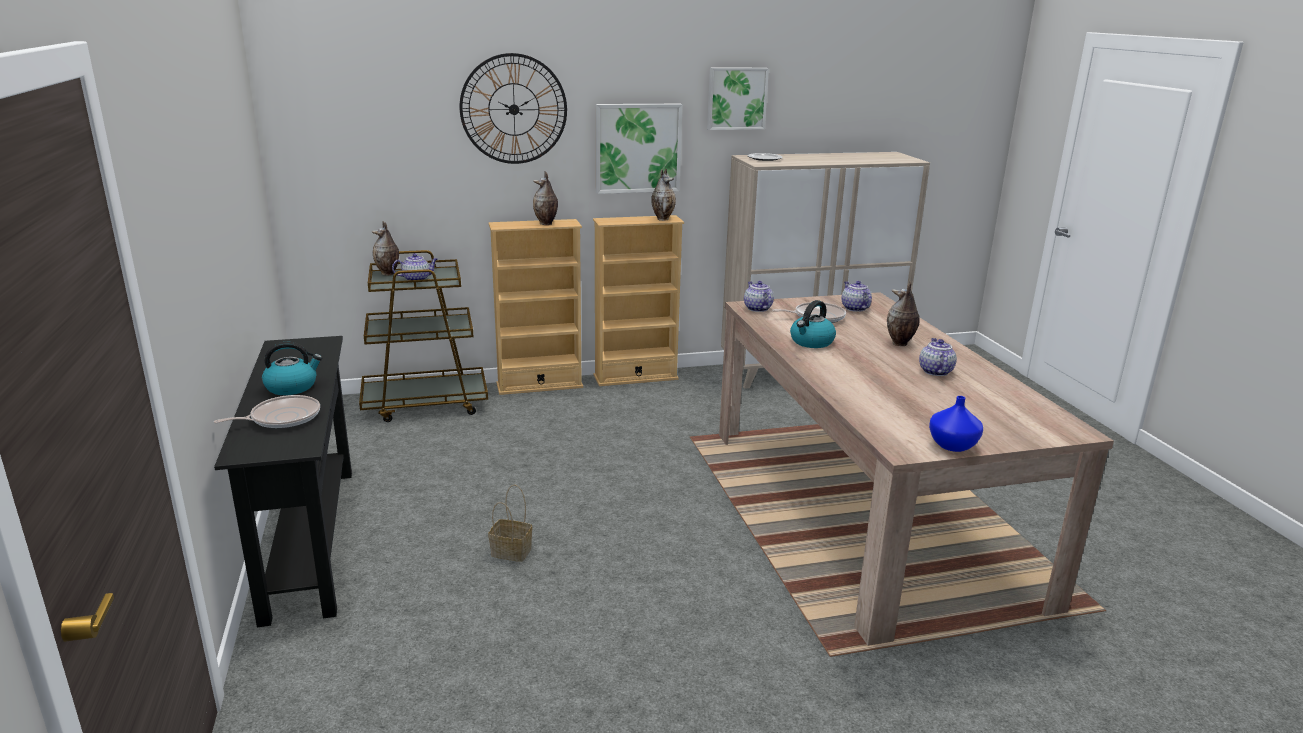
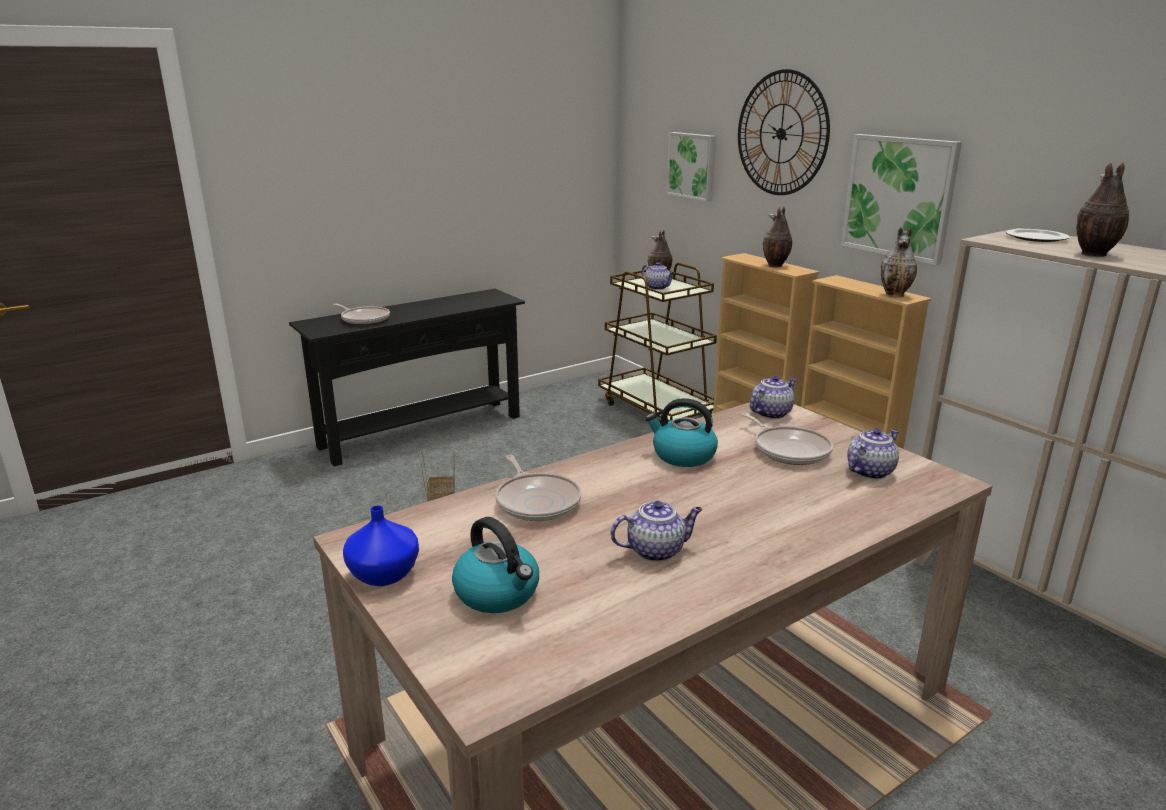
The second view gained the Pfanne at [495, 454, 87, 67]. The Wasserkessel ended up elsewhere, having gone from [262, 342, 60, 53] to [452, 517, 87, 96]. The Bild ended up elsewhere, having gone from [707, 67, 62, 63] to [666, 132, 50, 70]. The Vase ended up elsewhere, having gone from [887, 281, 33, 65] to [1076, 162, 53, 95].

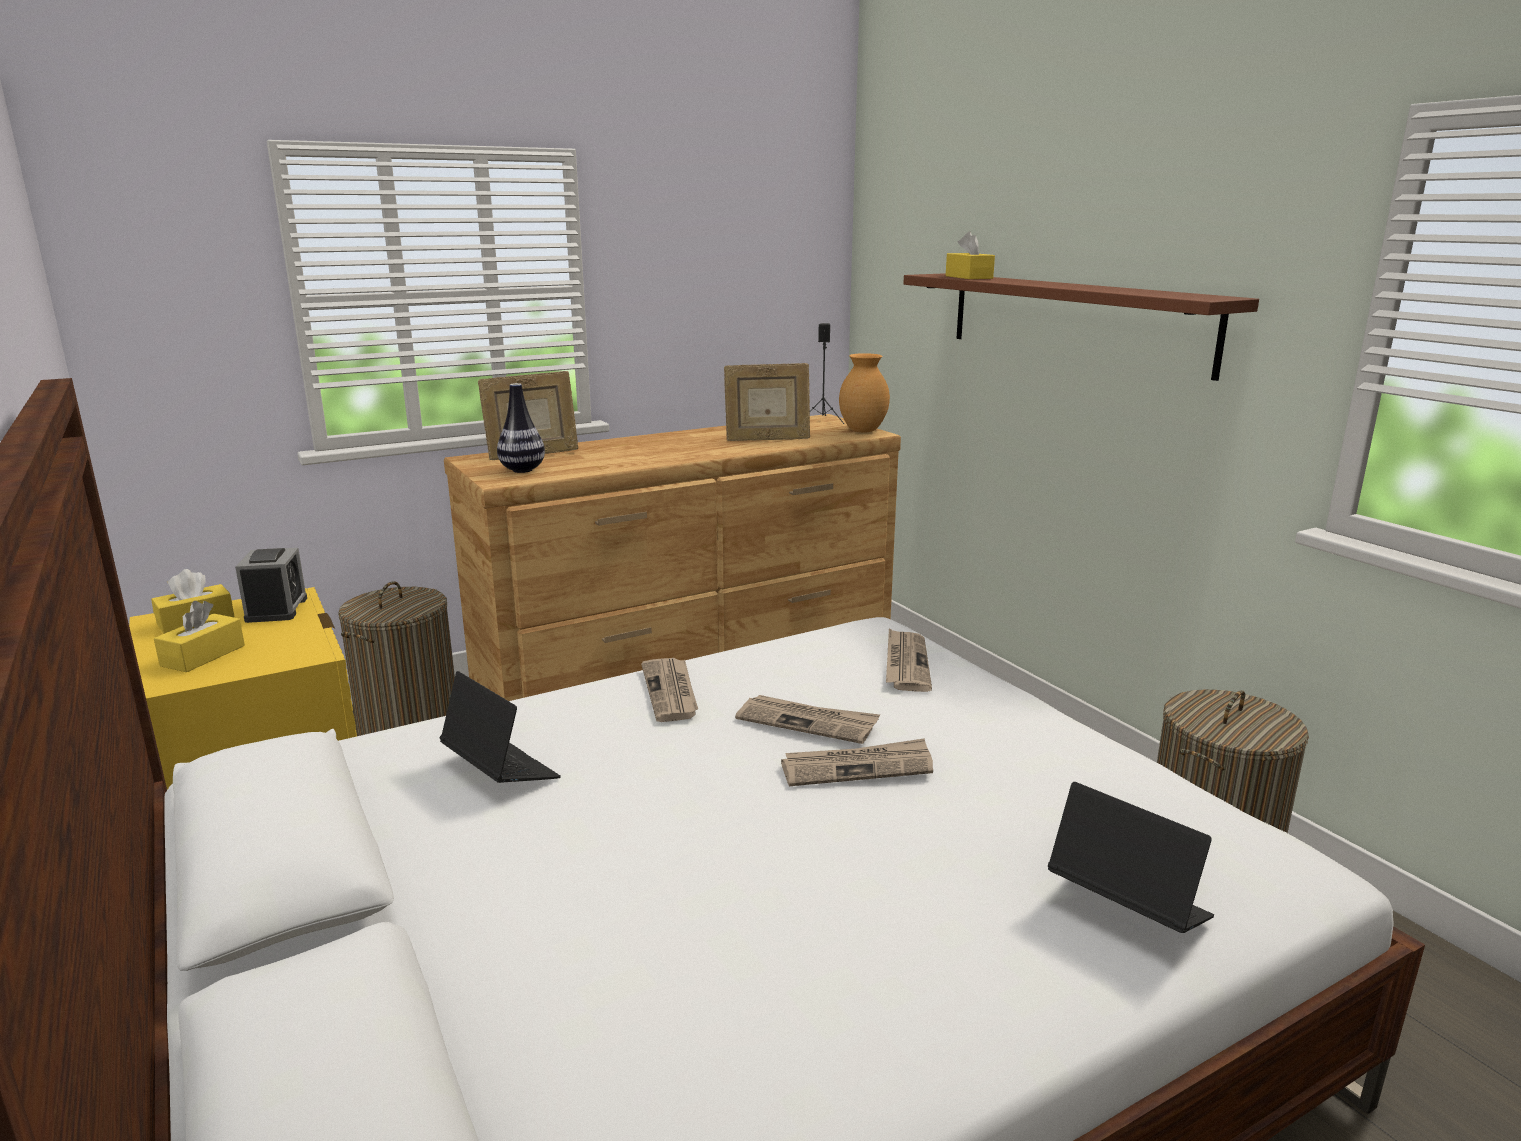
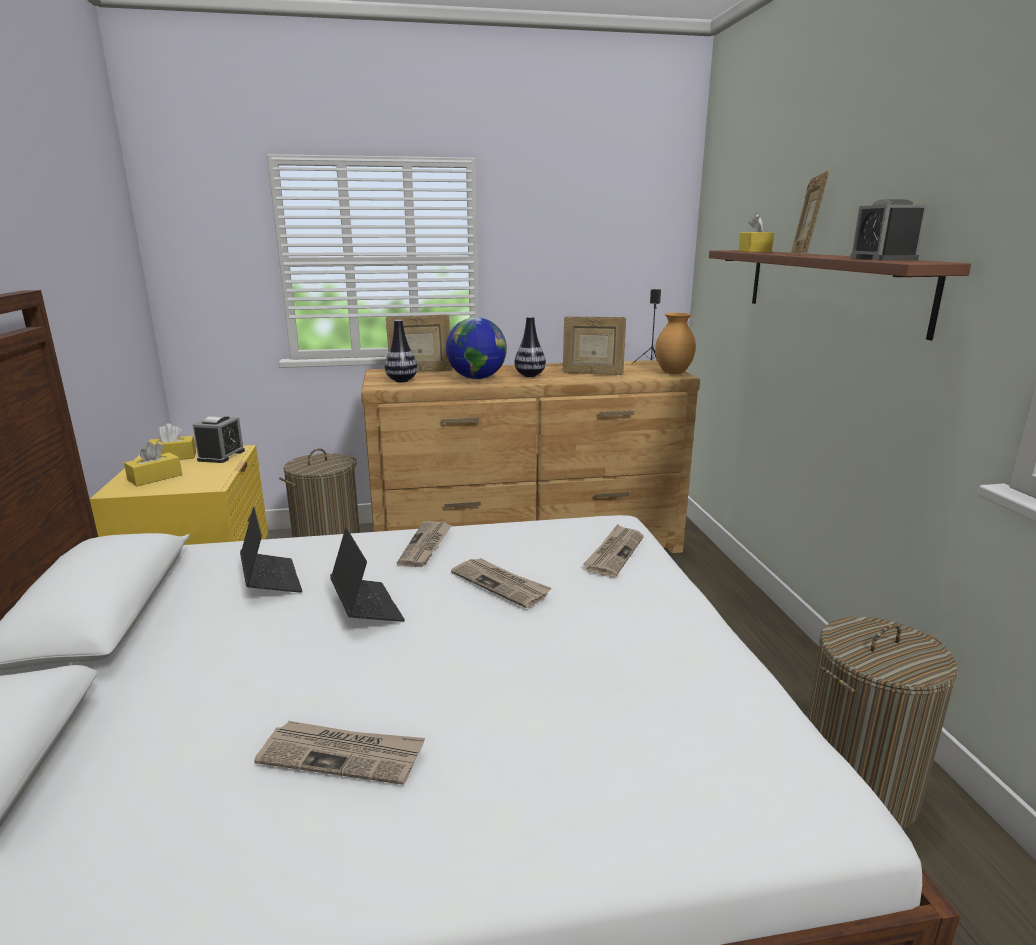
The second view gained the Globus at [446, 317, 61, 62]. The second view gained the Vase at [514, 316, 32, 61]. The second view gained the Bilderrahmen at [791, 170, 38, 83]. The second view gained the Wecker at [850, 199, 77, 62]. The Zeitung ended up elsewhere, having gone from [781, 738, 152, 48] to [254, 721, 171, 64]. The Laptop ended up elsewhere, having gone from [1048, 782, 166, 151] to [330, 528, 75, 94].

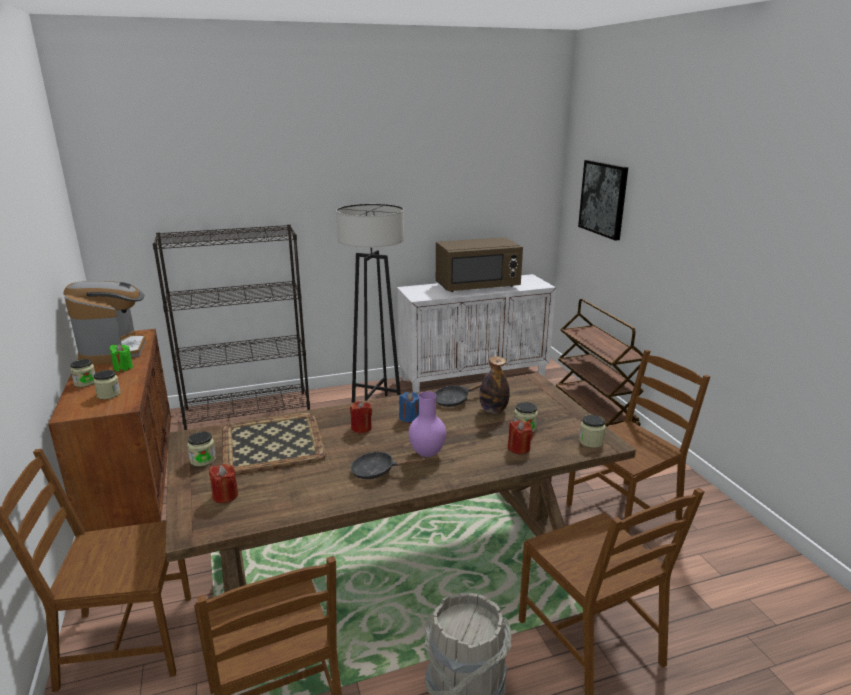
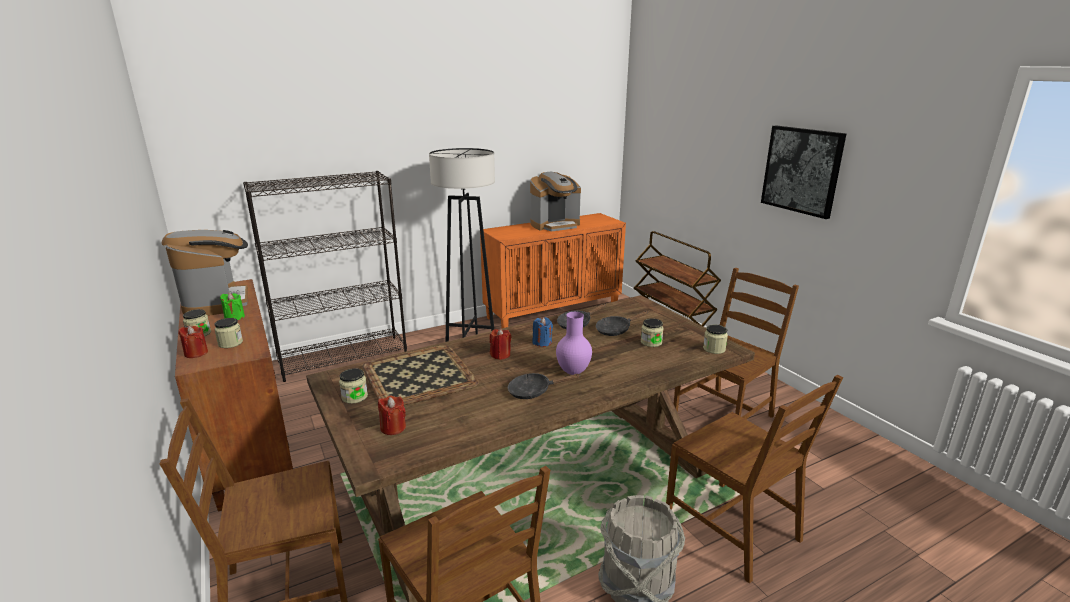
The Kerze/rot ended up elsewhere, having gone from [508, 420, 25, 34] to [178, 326, 30, 32]. The Bild ended up elsewhere, having gone from [578, 160, 50, 81] to [761, 125, 85, 94]. Where the Mikrowelle/braun stood at [436, 237, 87, 55], the Kaffeemaschine came to stand at [530, 172, 51, 60]. Where the Flasche stood at [479, 356, 31, 58], the Pfanne/schwarz came to stand at [596, 311, 52, 25]. What was the Schrank/weiß at [397, 274, 159, 118] turned into the Schrank/orange at [480, 213, 146, 115].

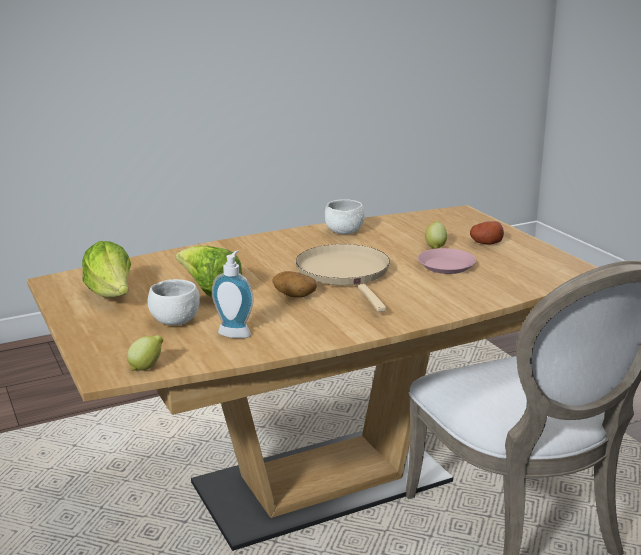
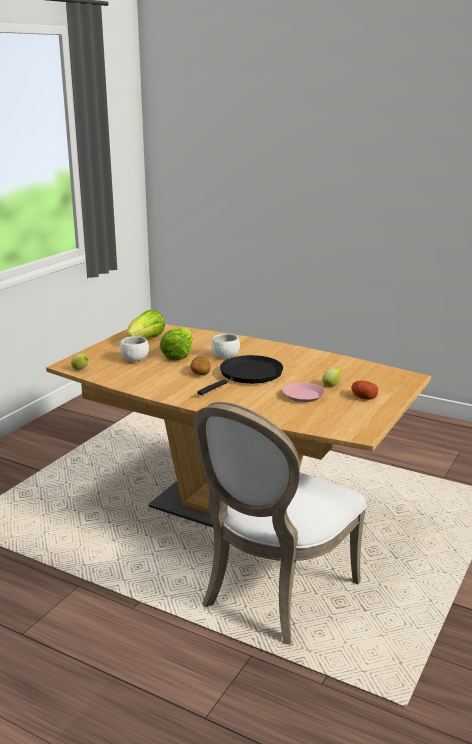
The second view lost the Seifenspender at [212, 250, 42, 88]. The Schüssel/weiß ended up elsewhere, having gone from [325, 199, 40, 35] to [211, 334, 29, 25]. What was the Pfanne/beige at [296, 244, 94, 68] turned into the Pfanne/schwarz at [197, 355, 86, 40].

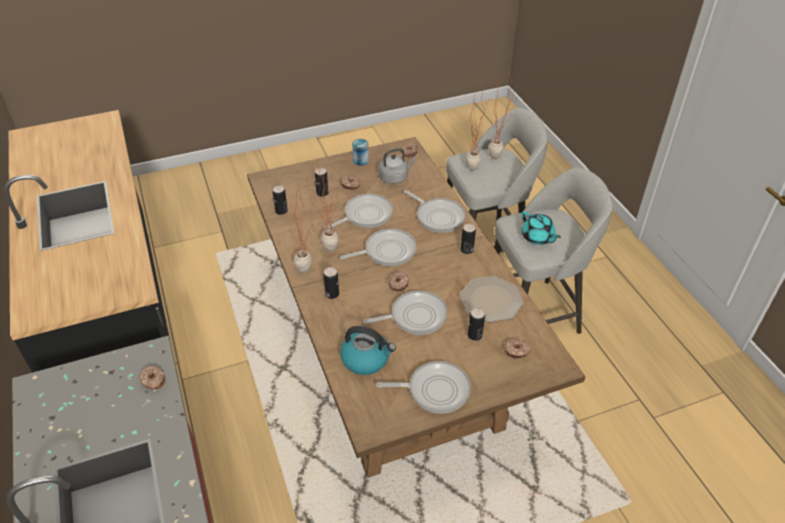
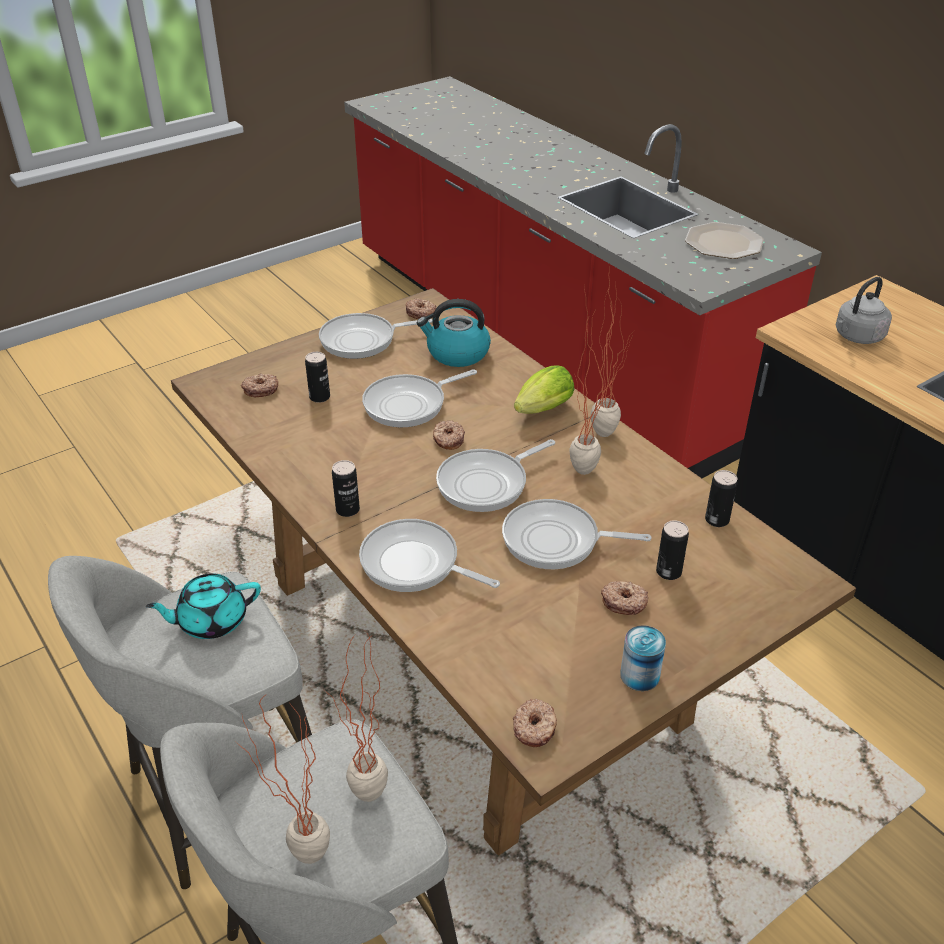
The Donut ended up elsewhere, having gone from [139, 366, 26, 23] to [406, 298, 30, 21]. The Wasserkessel/grau ended up elsewhere, having gone from [379, 148, 37, 36] to [836, 277, 56, 67]. The Teller ended up elsewhere, having gone from [460, 276, 64, 46] to [685, 222, 79, 37]. Where the Dose stood at [323, 267, 16, 32], the Salatkopf came to stand at [514, 365, 60, 49]. The Pfanne at [326, 194, 67, 35] ended up facing another way, 60 degrees clockwise from before. The Teekanne/türkis at [522, 211, 39, 34] ended up facing another way, 60 degrees counterclockwise from before.

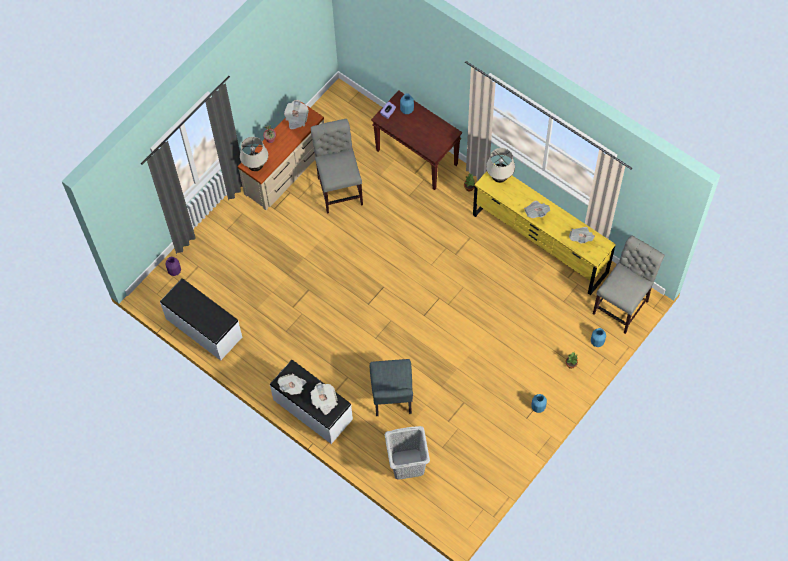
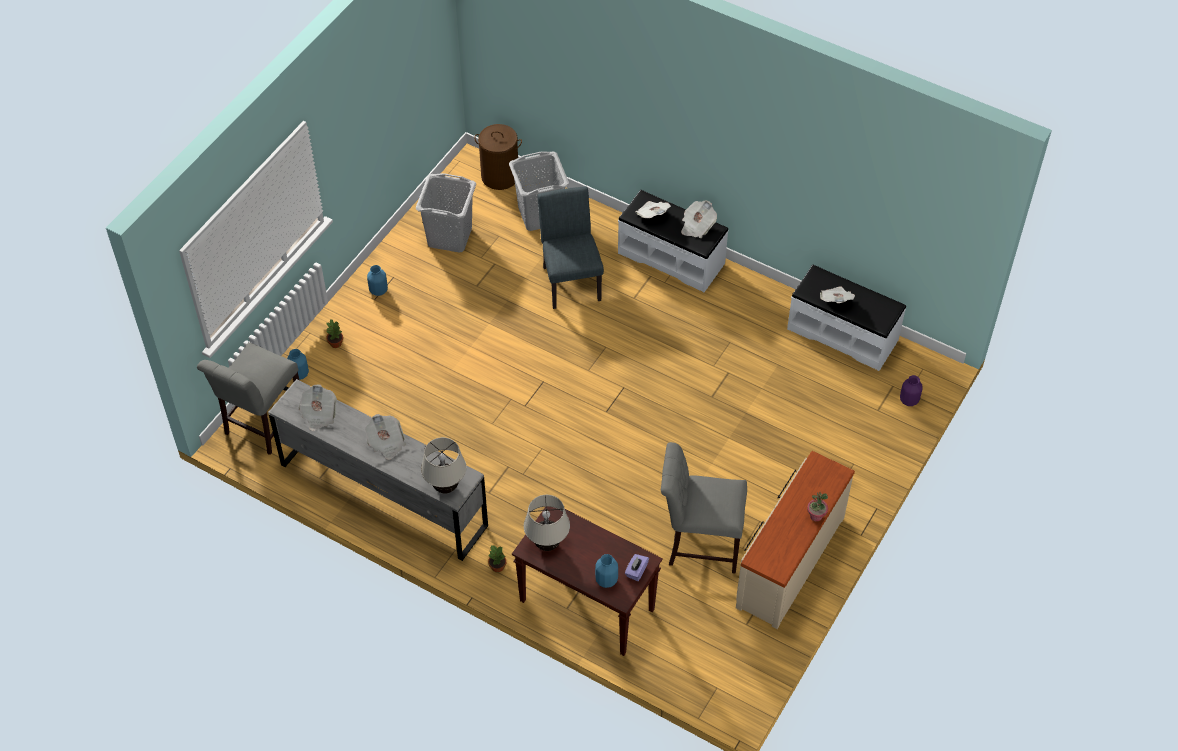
The second view gained the Wäschekorb/grau at [416, 173, 60, 80]. The second view gained the Wäschekorb/braun at [474, 124, 48, 66]. The Tischlampe/beige ended up elsewhere, having gone from [240, 137, 28, 34] to [524, 495, 46, 56]. The Zeitung ended up elsewhere, having gone from [284, 100, 25, 29] to [820, 286, 35, 17]. What was the Kommode/gelb at [473, 164, 143, 131] turned into the Kommode/grau at [268, 379, 220, 182]. The Stuhl/grau at [311, 119, 52, 94] ended up facing another way, 120 degrees clockwise from before.

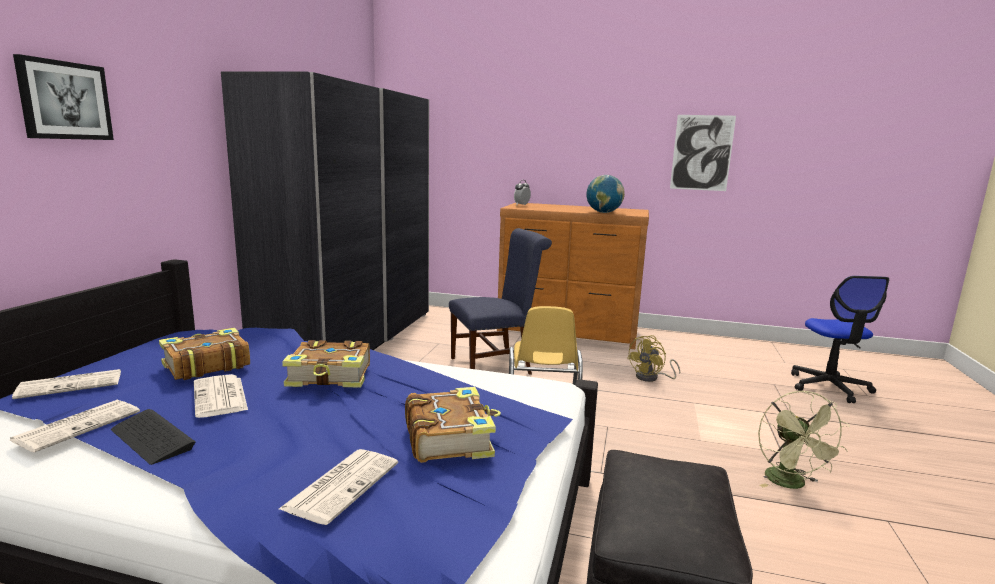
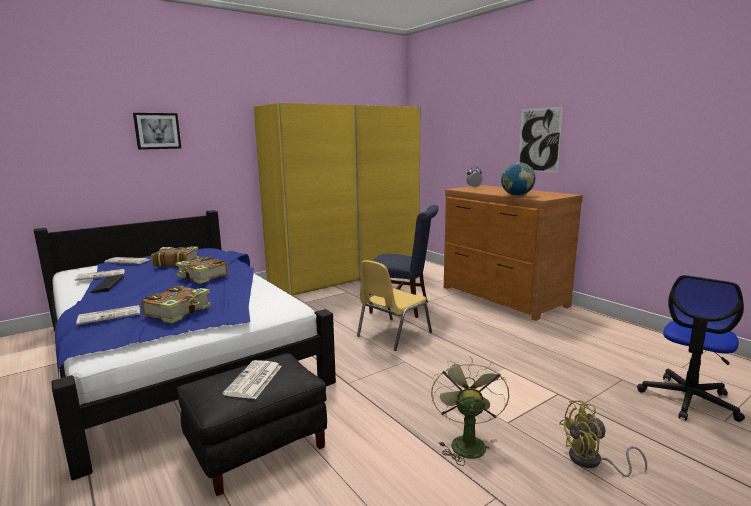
The Zeitung ended up elsewhere, having gone from [194, 374, 54, 44] to [223, 360, 59, 39]. The Ventilator/gelb ended up elsewhere, having gone from [627, 335, 53, 47] to [559, 400, 88, 77]. The Bild ended up elsewhere, having gone from [670, 115, 66, 76] to [519, 107, 44, 66]. What was the Kleiderschrank/grau at [221, 71, 208, 279] turned into the Kleiderschrank/gelb at [254, 103, 167, 193]. The Ventilator/grün at [758, 391, 92, 98] ended up facing another way, 150 degrees clockwise from before.

